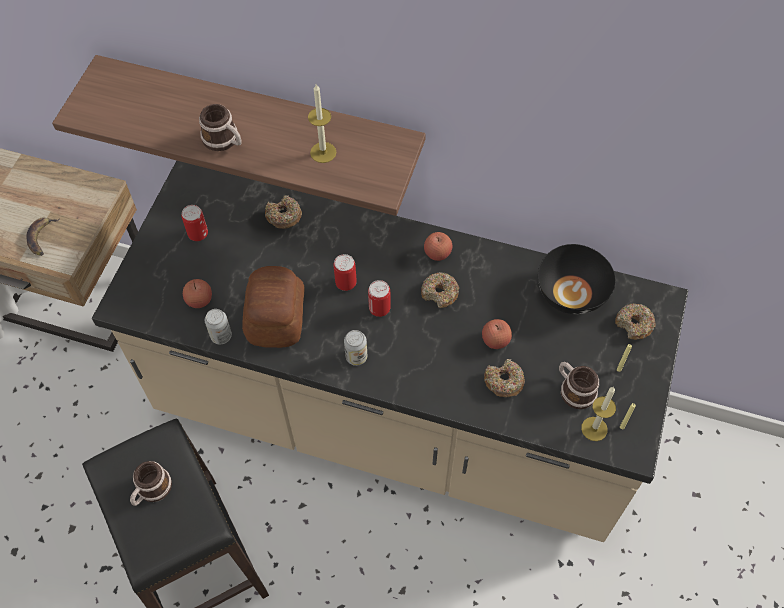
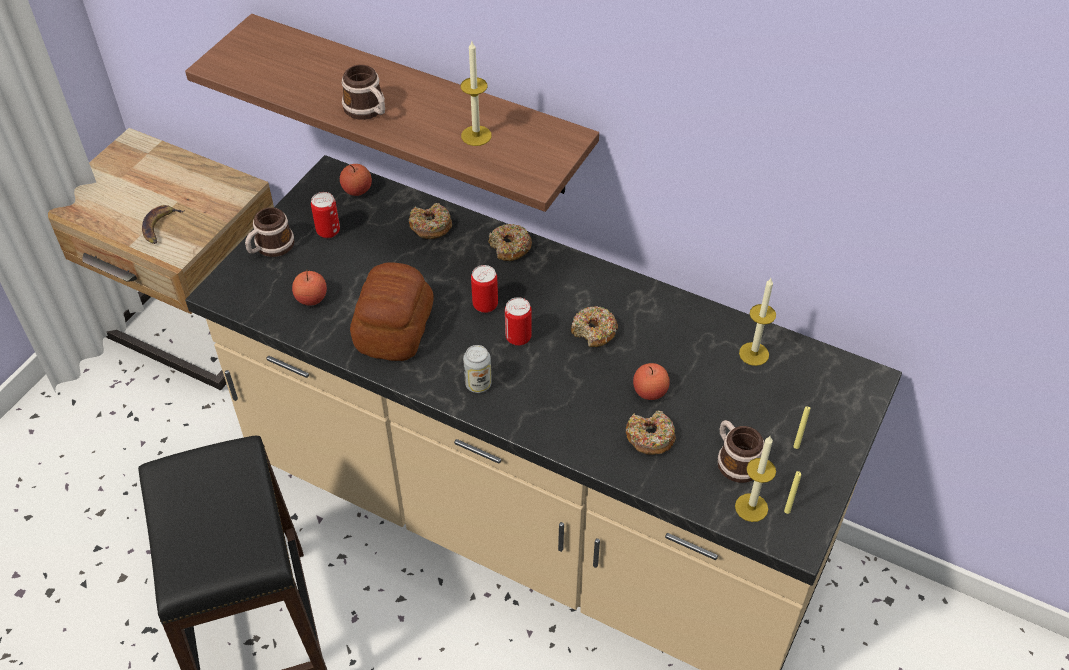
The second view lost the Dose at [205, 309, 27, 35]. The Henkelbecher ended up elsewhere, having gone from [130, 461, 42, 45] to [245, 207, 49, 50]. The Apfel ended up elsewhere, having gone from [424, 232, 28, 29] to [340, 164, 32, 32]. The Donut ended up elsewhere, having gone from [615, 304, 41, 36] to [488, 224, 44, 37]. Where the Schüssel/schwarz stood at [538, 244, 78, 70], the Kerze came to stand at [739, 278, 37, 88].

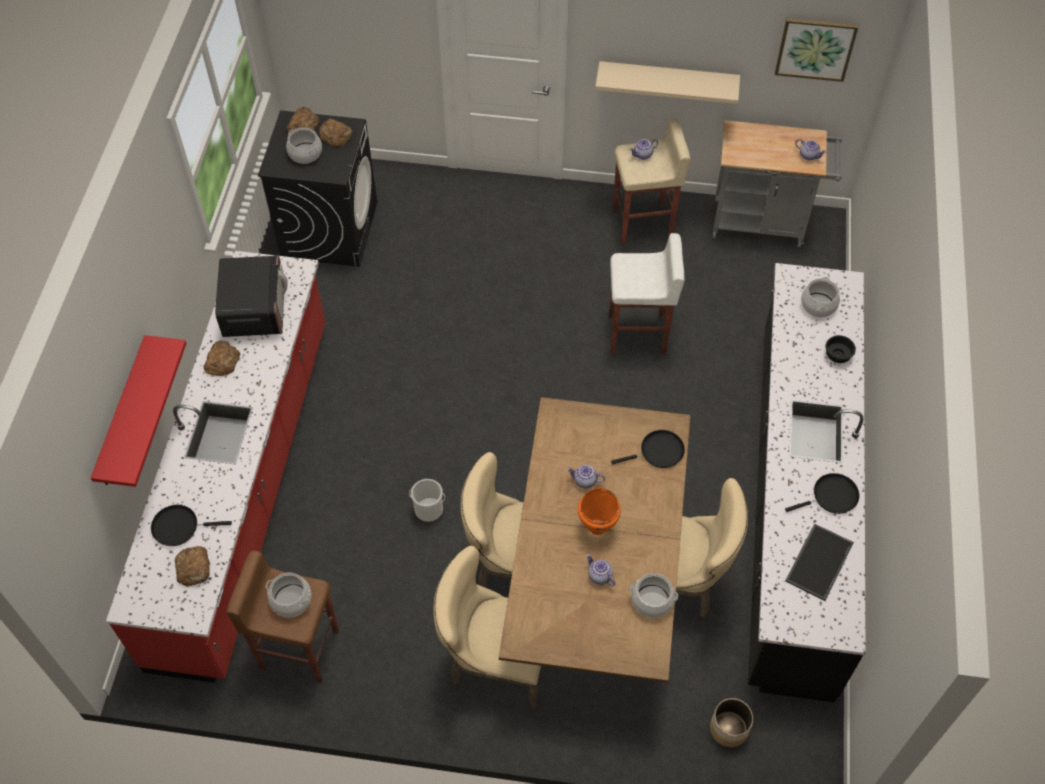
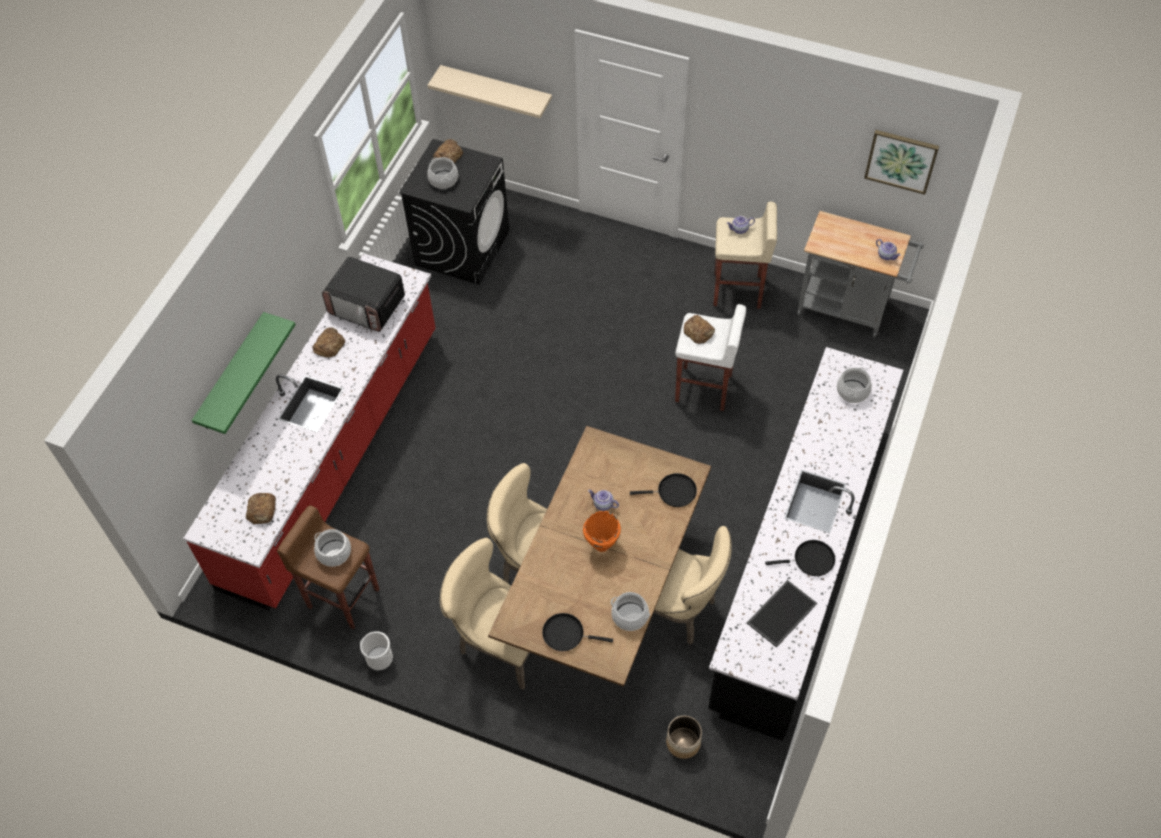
The second view lost the Teekanne at [586, 554, 30, 32]. The second view lost the Schüssel/schwarz at [825, 335, 31, 28]. The Pfanne/schwarz ended up elsewhere, having gone from [151, 505, 81, 41] to [542, 613, 71, 38]. The Brot ended up elsewhere, having gone from [319, 119, 33, 28] to [684, 315, 31, 29]. The Eimer ended up elsewhere, having gone from [409, 479, 36, 43] to [360, 631, 33, 39]. The Wandregal/beige ended up elsewhere, having gone from [595, 61, 145, 43] to [427, 65, 125, 53]. What was the Wandregal/rot at [91, 335, 96, 152] turned into the Wandregal/grün at [192, 312, 104, 122]. The Mikrowelle at [215, 256, 73, 81] ended up facing another way, 105 degrees clockwise from before.

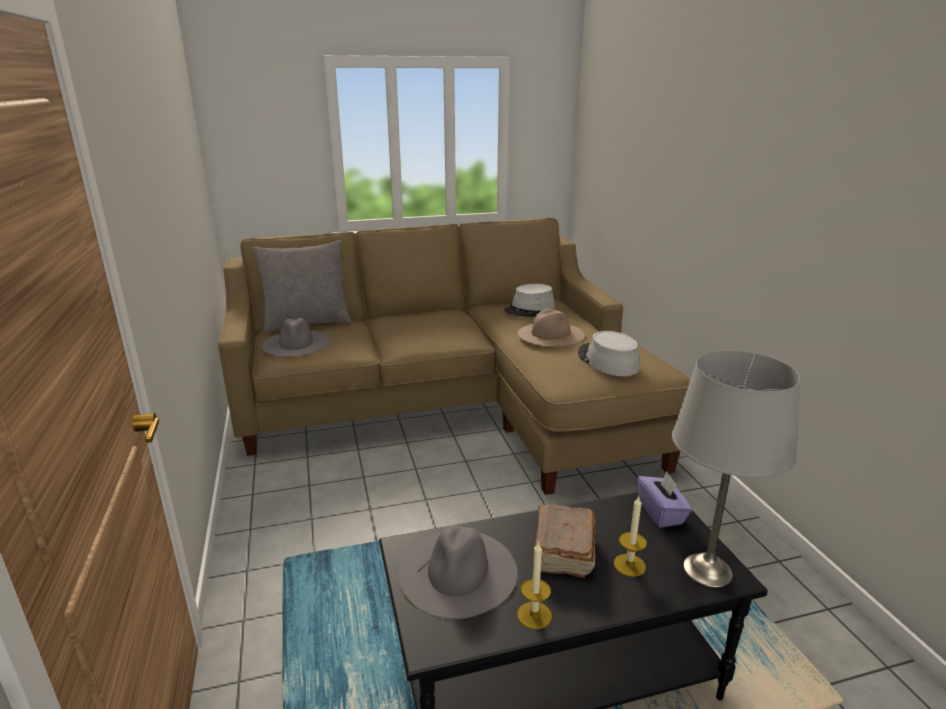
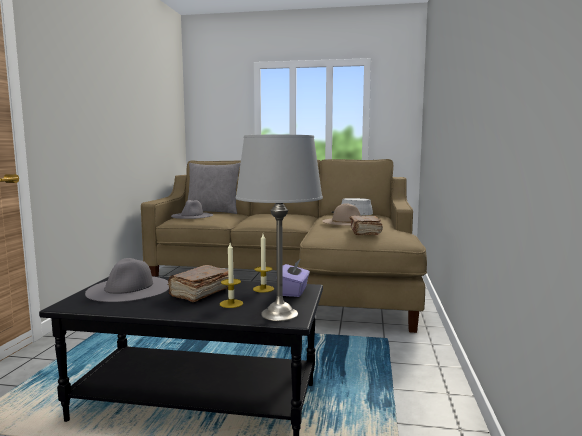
The Kerze ended up elsewhere, having gone from [518, 541, 34, 88] to [253, 234, 21, 59]. Where the Hut/grau stood at [578, 331, 62, 45], the Buch/braun came to stand at [350, 215, 33, 20].

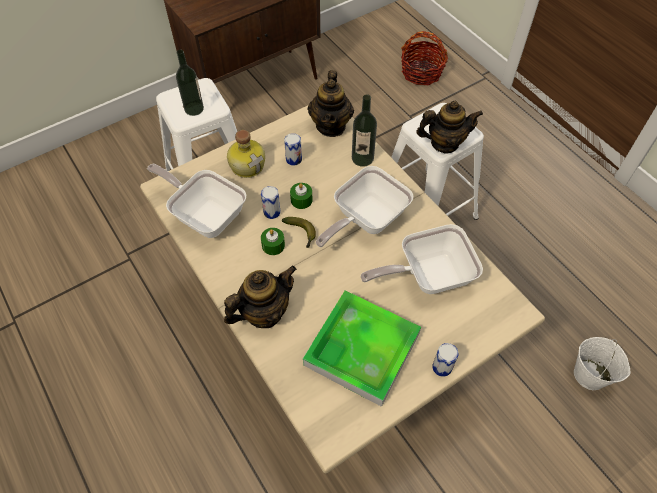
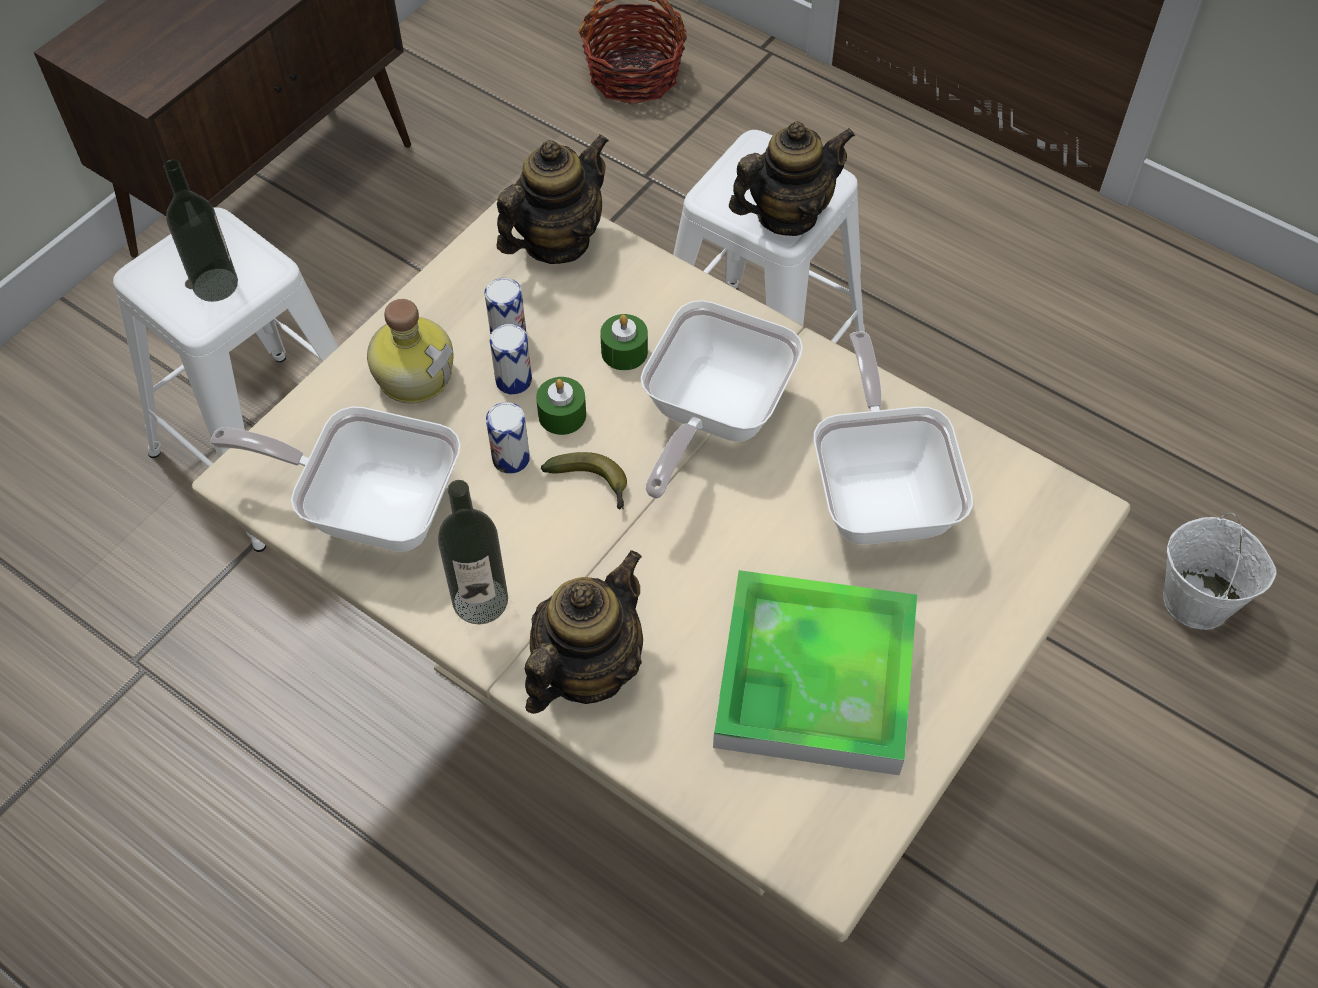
The Kerze/grün ended up elsewhere, having gone from [261, 228, 24, 27] to [600, 314, 48, 56]. The Flasche ended up elsewhere, having gone from [352, 95, 25, 72] to [438, 480, 70, 144]. The Dose ended up elsewhere, having gone from [432, 343, 27, 34] to [490, 324, 42, 70]. The Teekanne at [308, 70, 46, 67] ended up facing another way, 120 degrees counterclockwise from before. The Pfanne at [360, 224, 123, 70] ended up facing another way, 120 degrees clockwise from before.

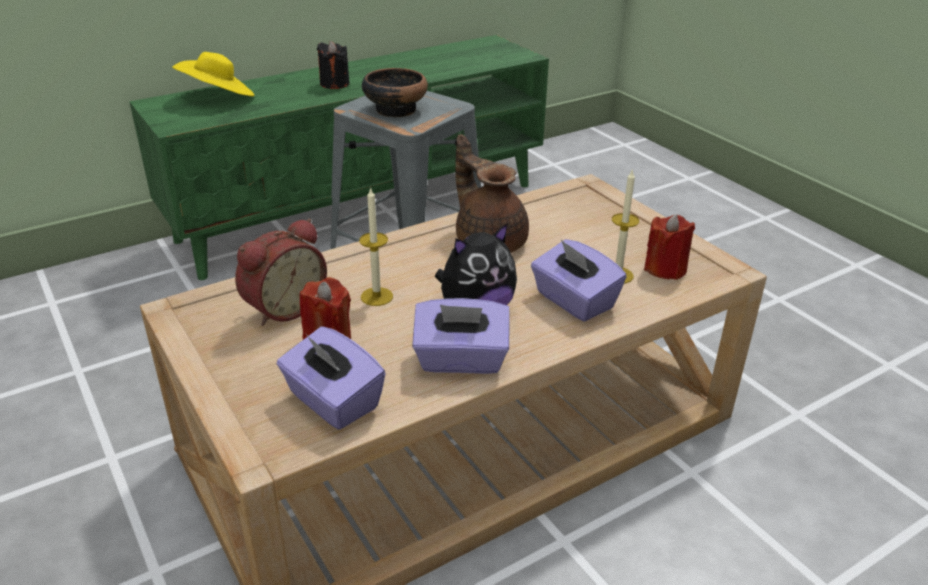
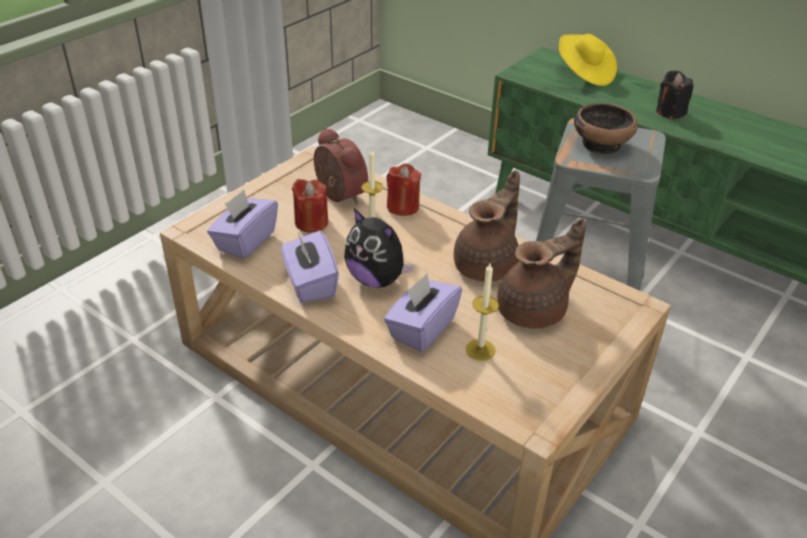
The second view gained the Teekanne/braun at [497, 218, 89, 111]. The Kerze/rot ended up elsewhere, having gone from [644, 214, 51, 66] to [387, 163, 34, 53]. The Wecker at [235, 219, 92, 107] ended up facing another way, 150 degrees counterclockwise from before.

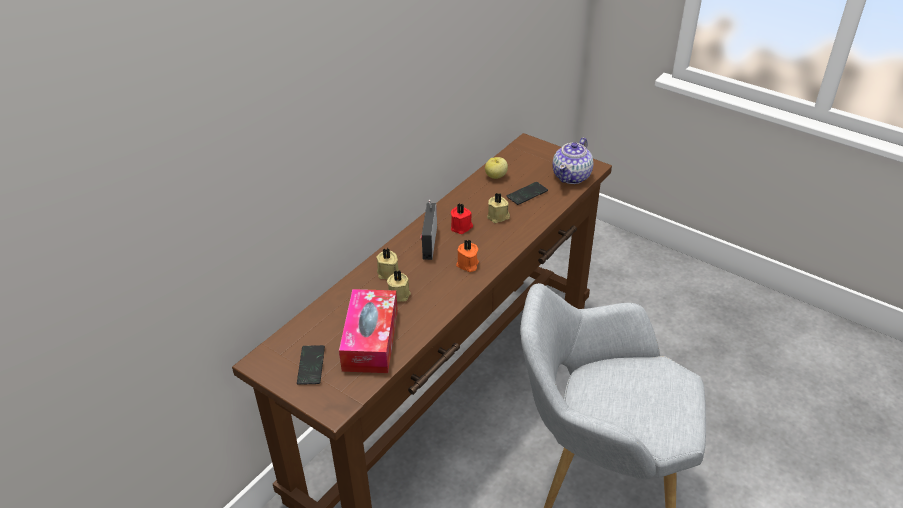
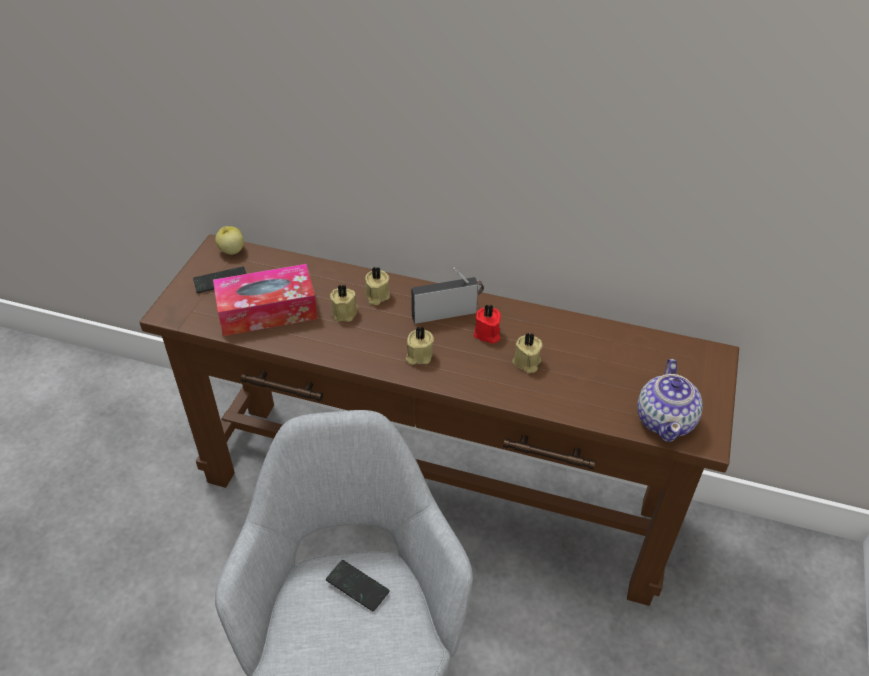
The Apfel ended up elsewhere, having gone from [485, 157, 23, 22] to [215, 226, 29, 29]. The Handy ended up elsewhere, having gone from [507, 182, 41, 23] to [326, 560, 64, 52]. What was the Kerze/orange at [456, 240, 23, 32] turned into the Kerze/beige at [405, 327, 29, 38]. The Teekanne at [553, 137, 40, 47] ended up facing another way, 90 degrees counterclockwise from before.

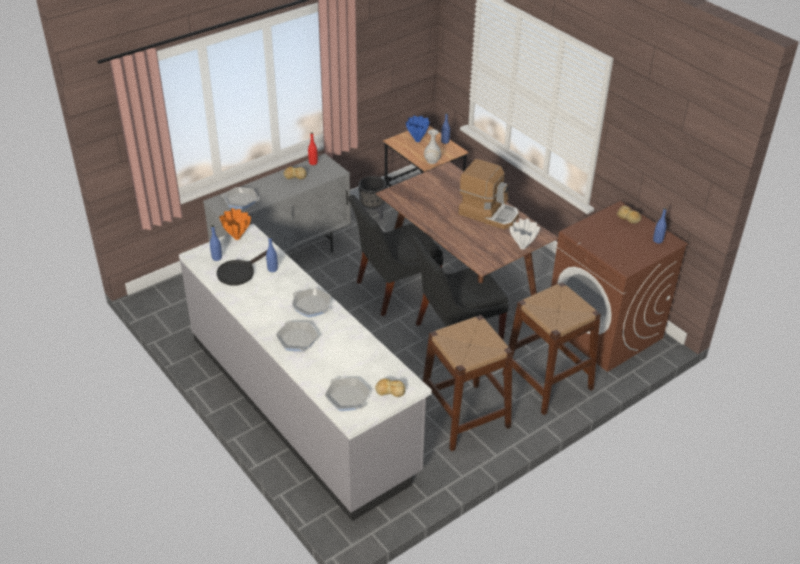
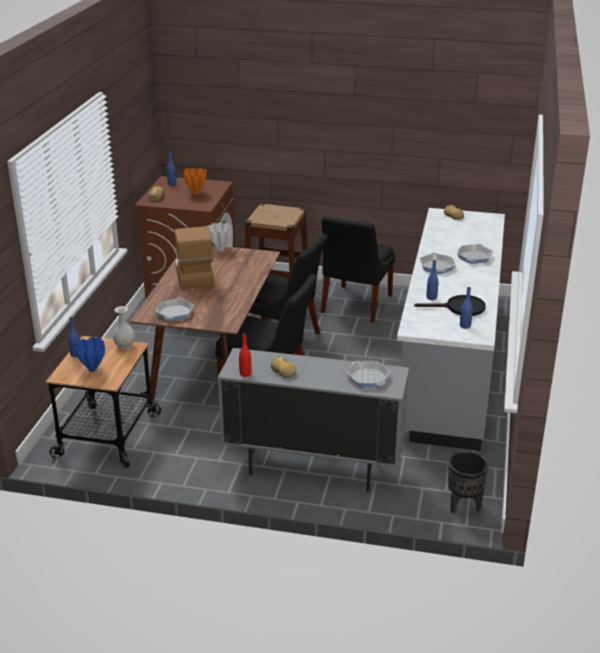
The Vase/orange ended up elsewhere, having gone from [219, 208, 32, 32] to [183, 168, 24, 27]. The Pfanne ended up elsewhere, having gone from [325, 378, 45, 33] to [155, 298, 39, 23]. The Pflanzkübel/schwarz ended up elsewhere, having gone from [359, 176, 27, 44] to [448, 451, 40, 62]. Where the Hocker/braun stood at [423, 315, 90, 136], the Stuhl/schwarz came to stand at [321, 216, 74, 107].

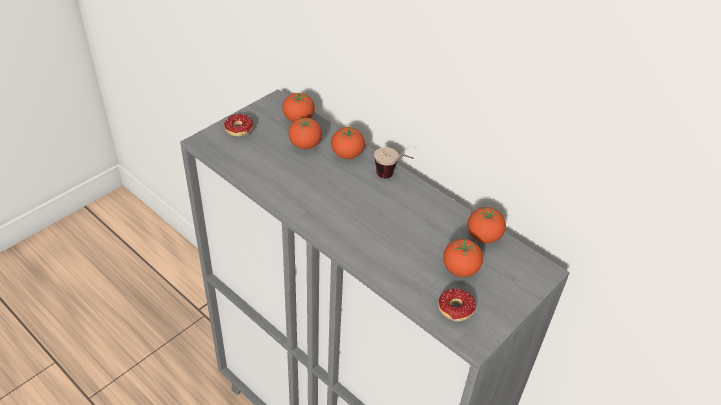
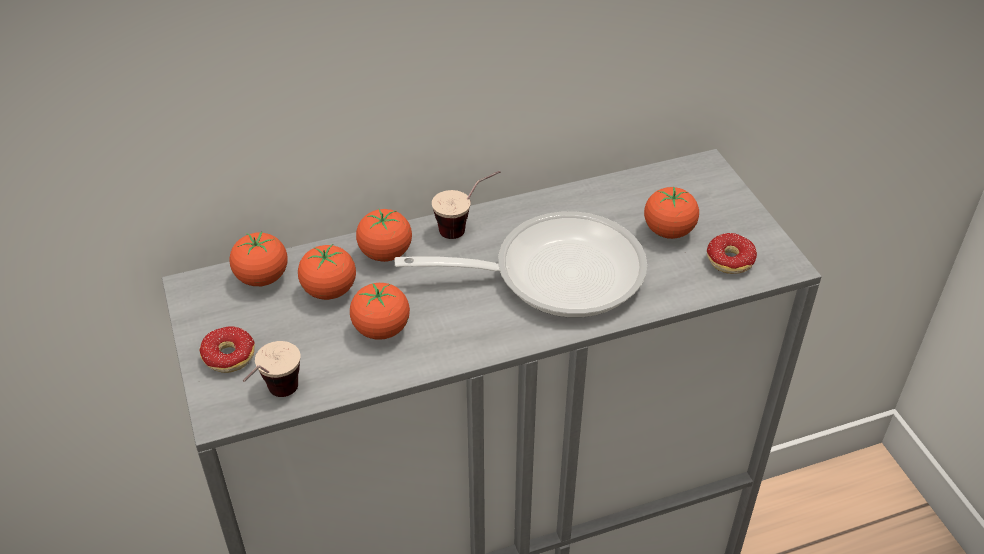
The second view gained the Tasse at [243, 341, 58, 56]. The second view gained the Pfanne at [395, 211, 252, 107]. The Tomate ended up elsewhere, having gone from [468, 207, 38, 36] to [350, 283, 60, 57].

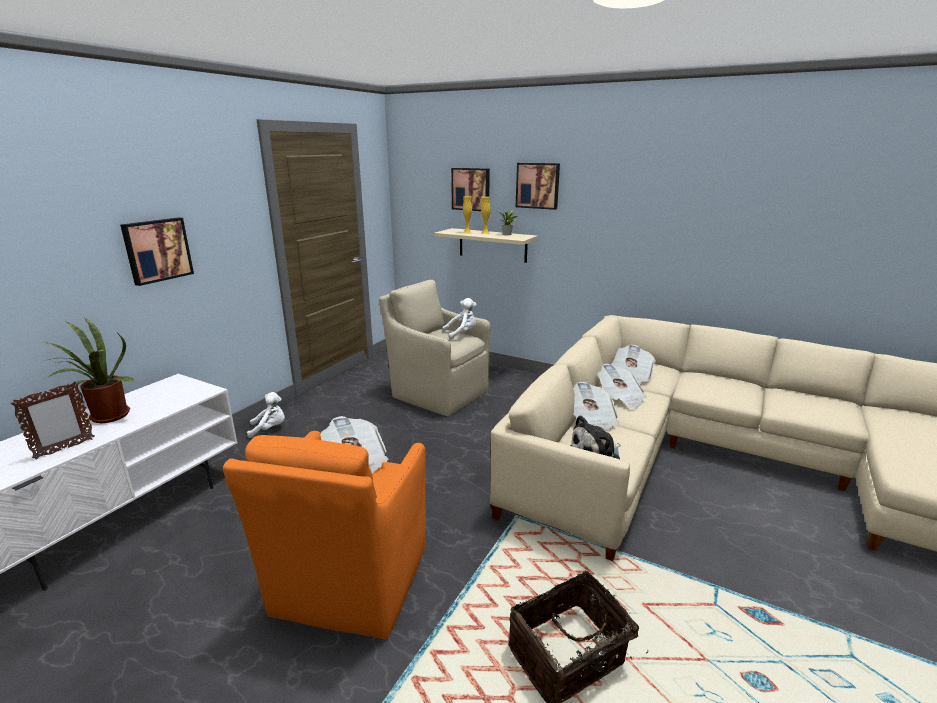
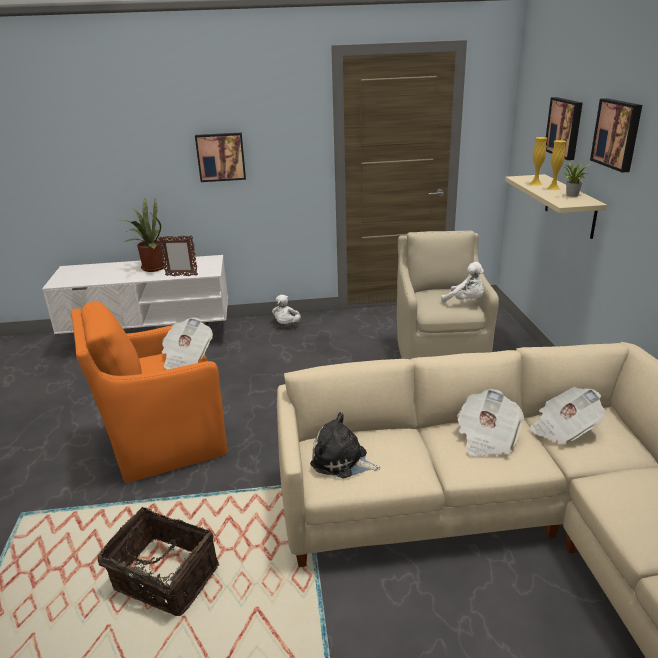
The second view lost the Zeitung at [573, 382, 46, 49]. The Bilderrahmen ended up elsewhere, having gone from [10, 381, 85, 79] to [158, 235, 40, 41]. The Plüschtier/weiß at [247, 392, 38, 46] ended up facing another way, 60 degrees clockwise from before.

